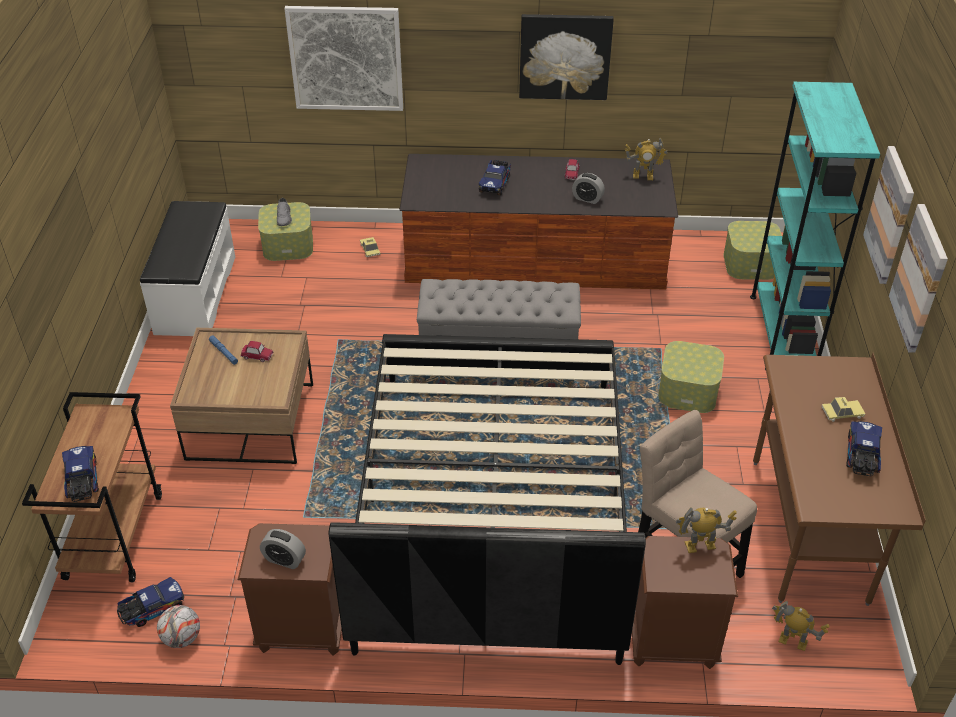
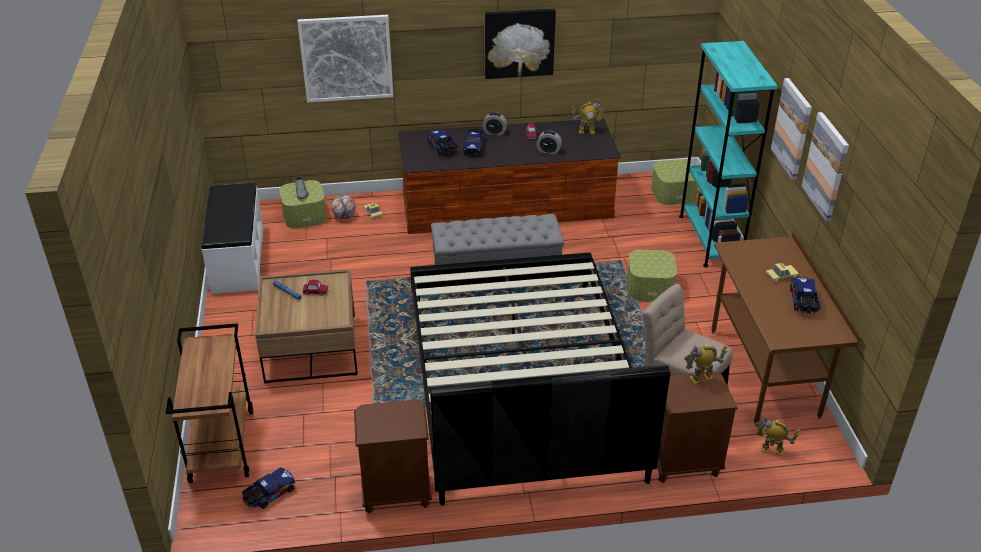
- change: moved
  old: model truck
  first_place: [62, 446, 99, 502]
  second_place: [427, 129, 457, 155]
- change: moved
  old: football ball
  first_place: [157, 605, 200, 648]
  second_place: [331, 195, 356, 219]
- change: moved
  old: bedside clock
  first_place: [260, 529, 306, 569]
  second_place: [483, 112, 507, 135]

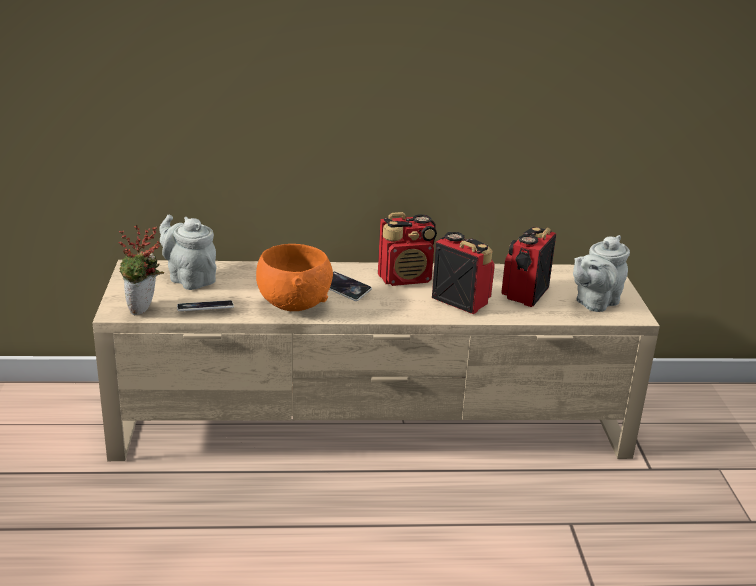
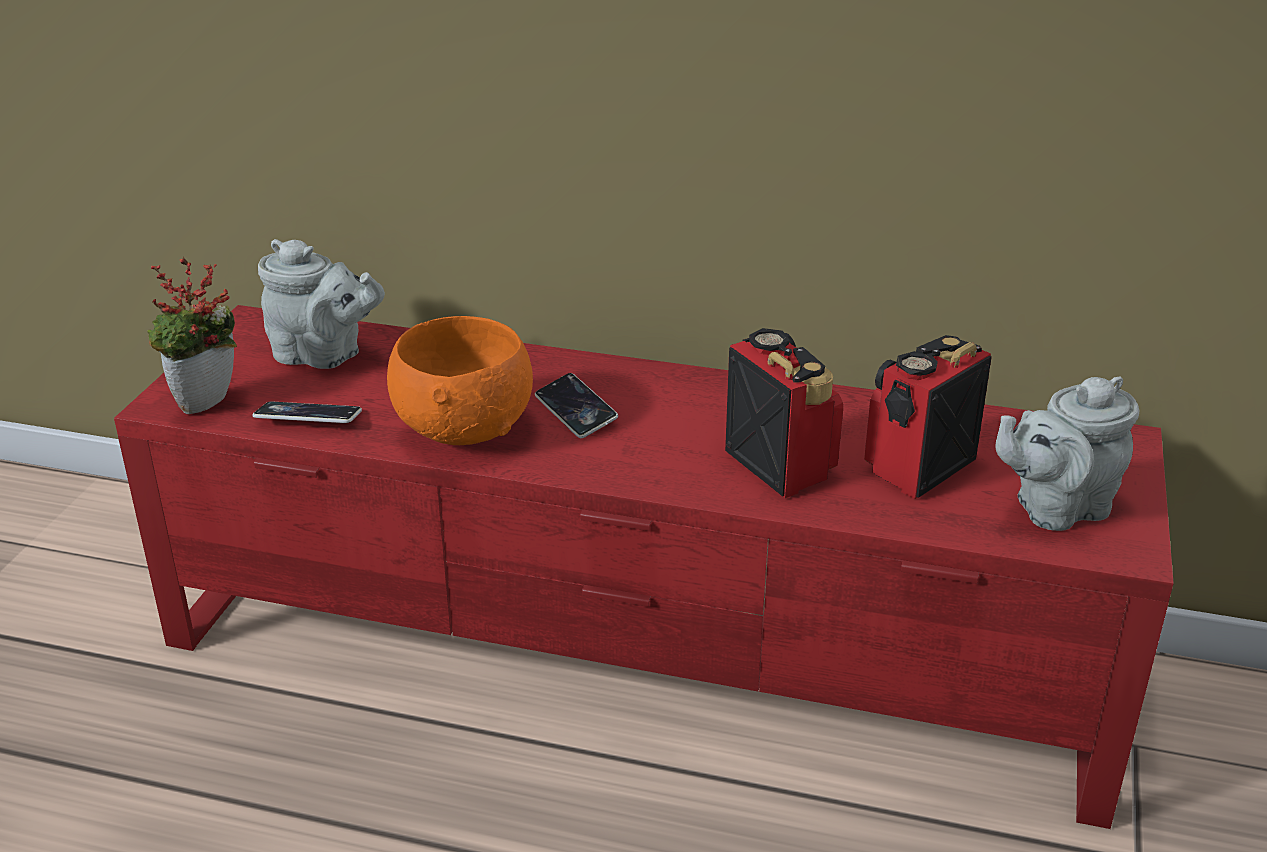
- change: recoloured
  old: sand-coloured media console
  new: reddish media console
  first_place: [92, 260, 660, 461]
  second_place: [114, 305, 1174, 829]
- change: turned
  old: gray pot for tea
  first_place: [159, 215, 217, 290]
  second_place: [258, 239, 385, 369]
  degrees: 135
- change: removed
  old: radio receiver
  first_place: [378, 212, 437, 286]

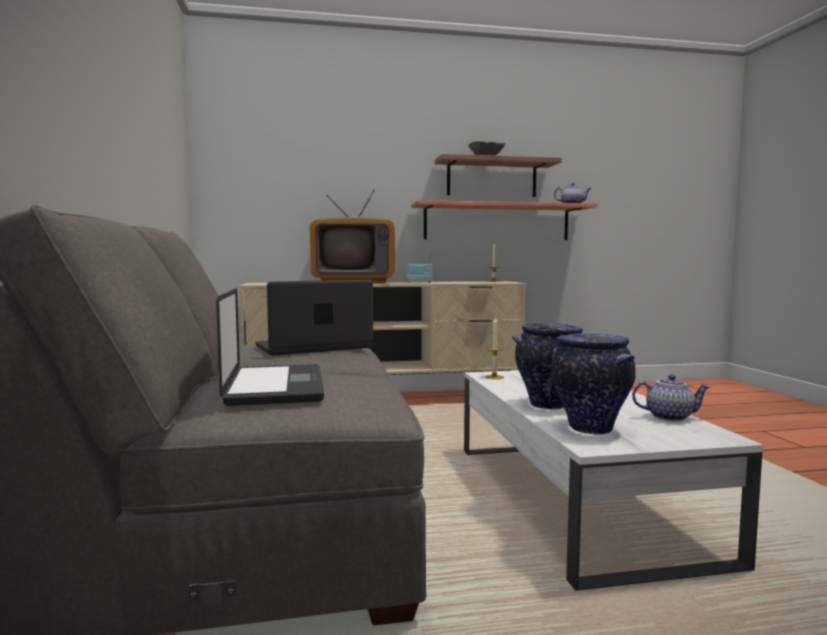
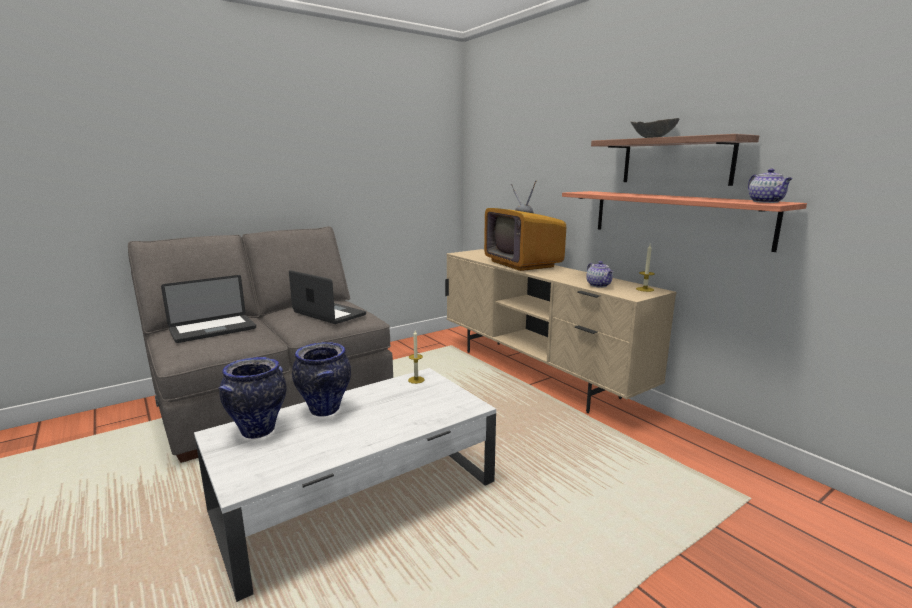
- change: removed
  old: radio receiver
  first_place: [406, 252, 433, 283]
- change: moved
  old: pot for tea
  first_place: [632, 374, 711, 421]
  second_place: [586, 261, 614, 288]

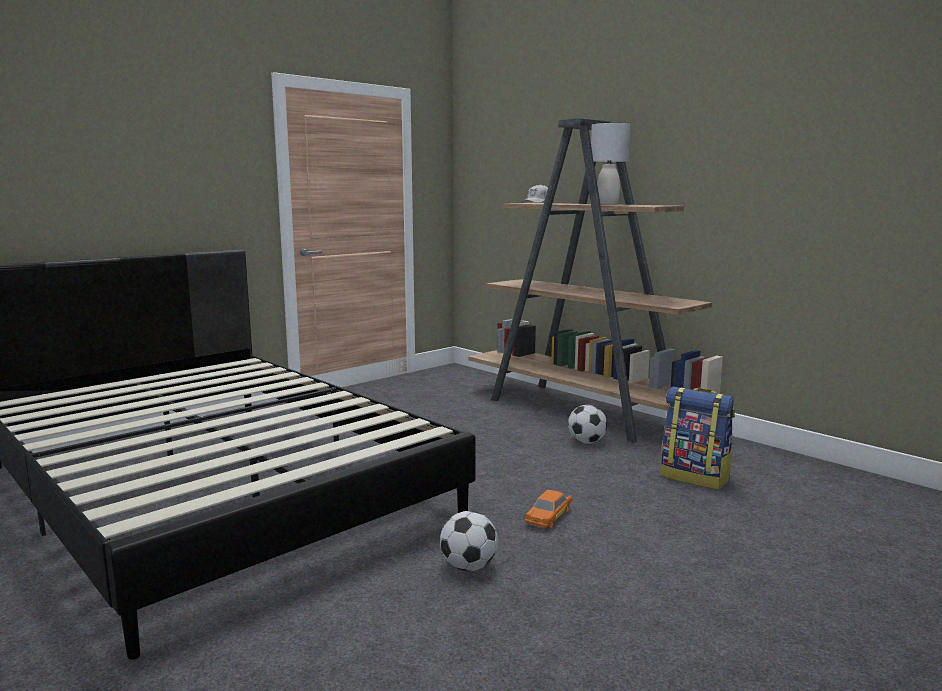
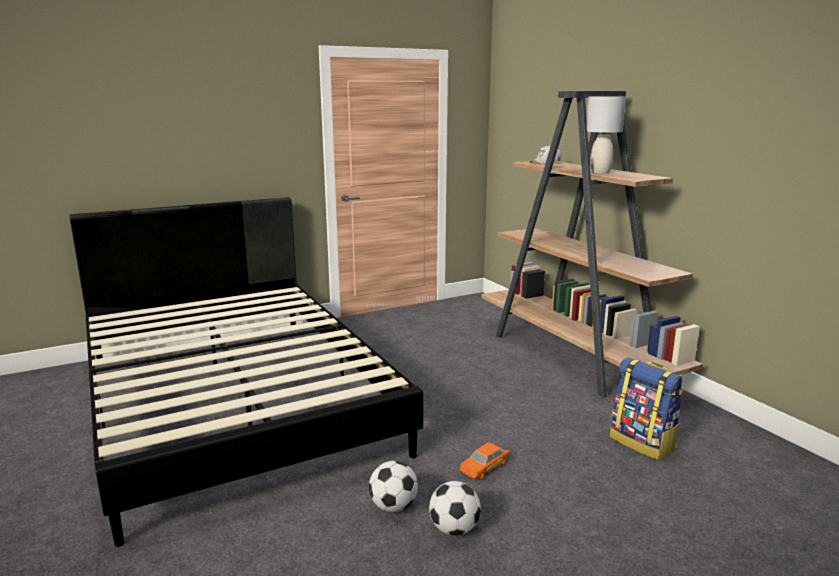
- change: moved
  old: football ball
  first_place: [568, 405, 607, 444]
  second_place: [429, 481, 481, 536]

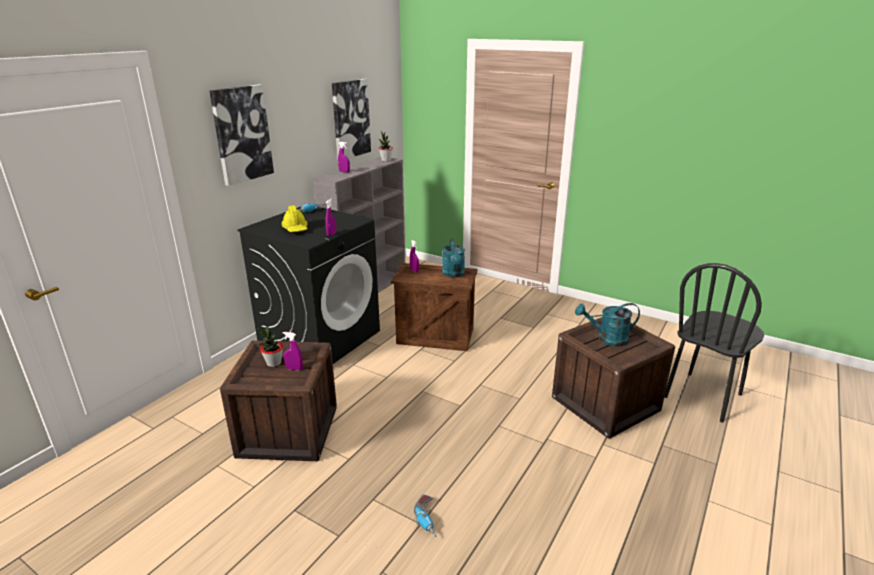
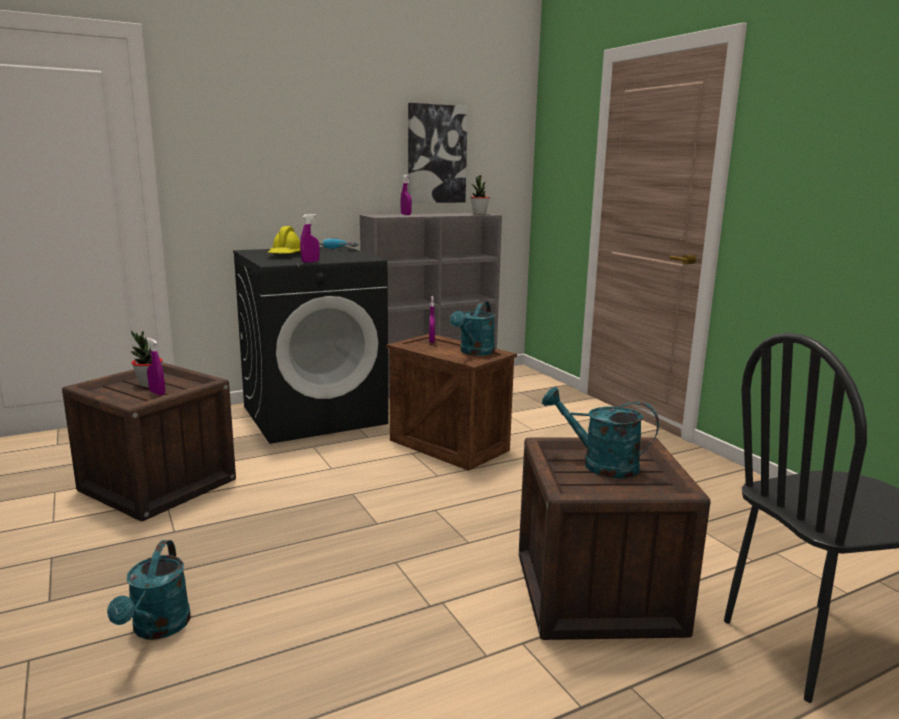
- change: removed
  old: wall picture
  first_place: [209, 84, 274, 186]
- change: replaced
  old: power drill
  new: turquoise-coloured watering can
  first_place: [414, 494, 436, 537]
  second_place: [107, 540, 191, 640]

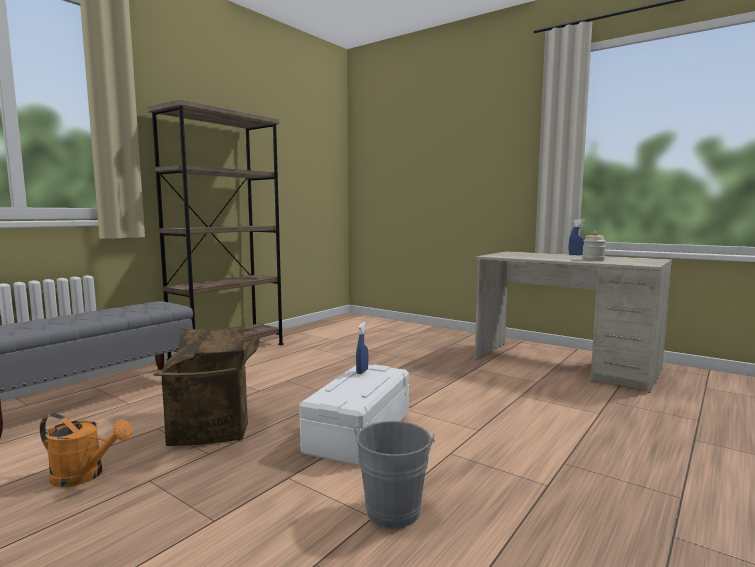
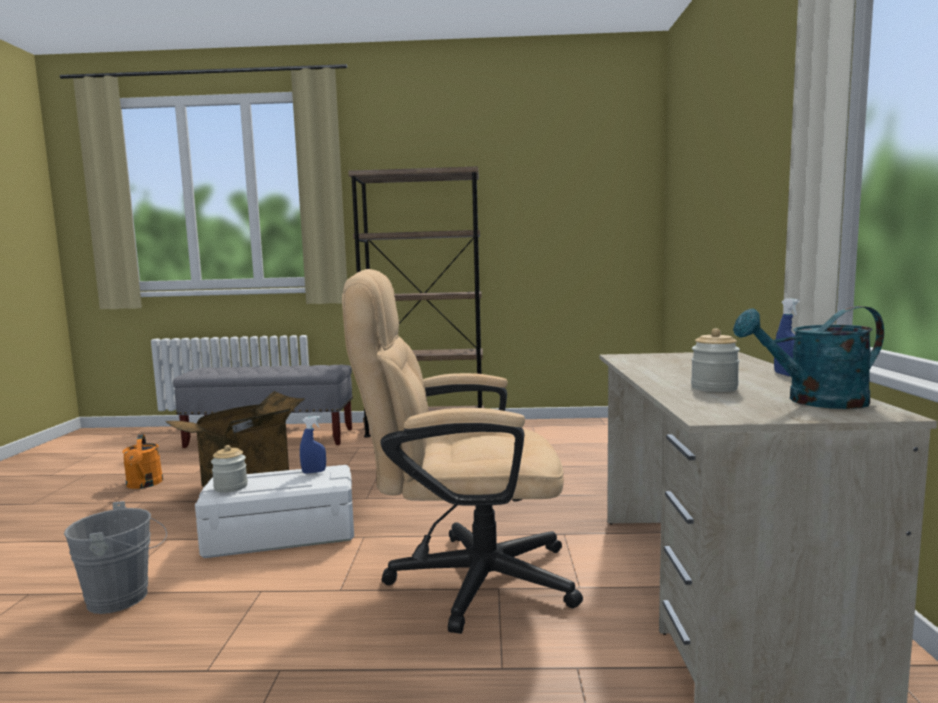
- change: added
  new: jar
  second_place: [211, 445, 248, 493]
- change: added
  new: sand-coloured computer chair
  second_place: [342, 269, 583, 634]
- change: added
  new: turquoise-coloured watering can
  second_place: [733, 306, 884, 409]

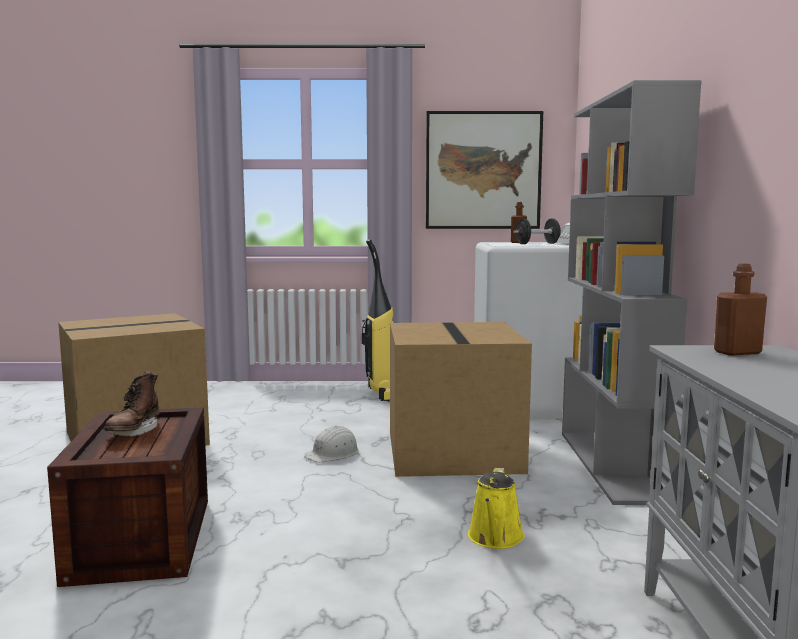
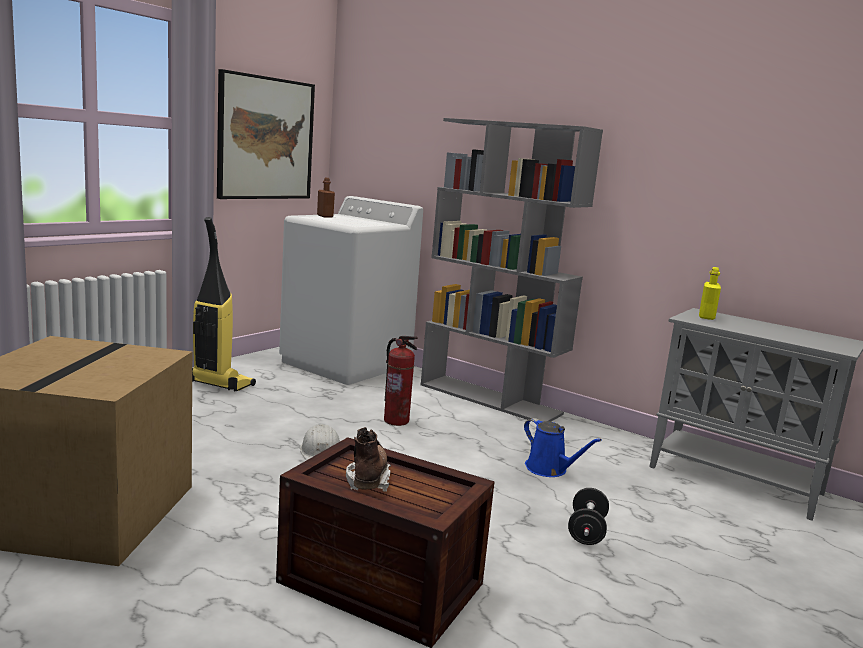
- change: turned
  old: brown-coloured high-top boot
  first_place: [105, 371, 160, 437]
  second_place: [346, 427, 391, 492]
  degrees: -135
- change: replaced
  old: cardboard box
  new: fire extinguisher
  first_place: [390, 322, 532, 477]
  second_place: [384, 336, 418, 426]
- change: recoloured
  old: yellow watering can
  new: blue-coloured watering can
  first_place: [468, 468, 525, 549]
  second_place: [524, 418, 602, 477]
- change: moved
  old: black-coloured dumbbell
  first_place: [514, 219, 561, 244]
  second_place: [568, 488, 609, 545]
- change: recoloured
  old: brown-coloured beverage bottle
  new: yellow beverage bottle
  first_place: [714, 263, 767, 356]
  second_place: [699, 267, 721, 320]

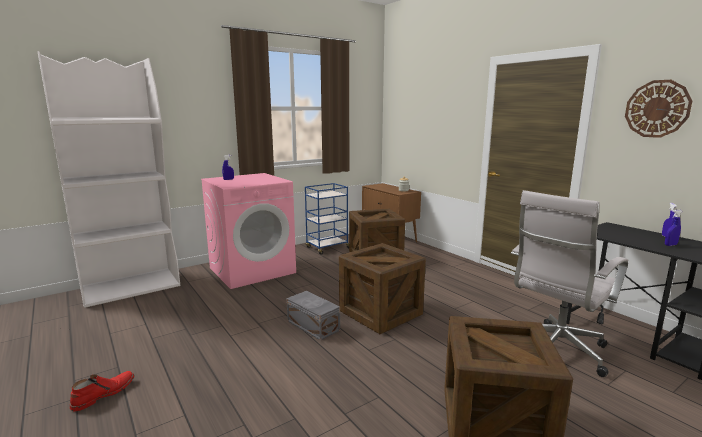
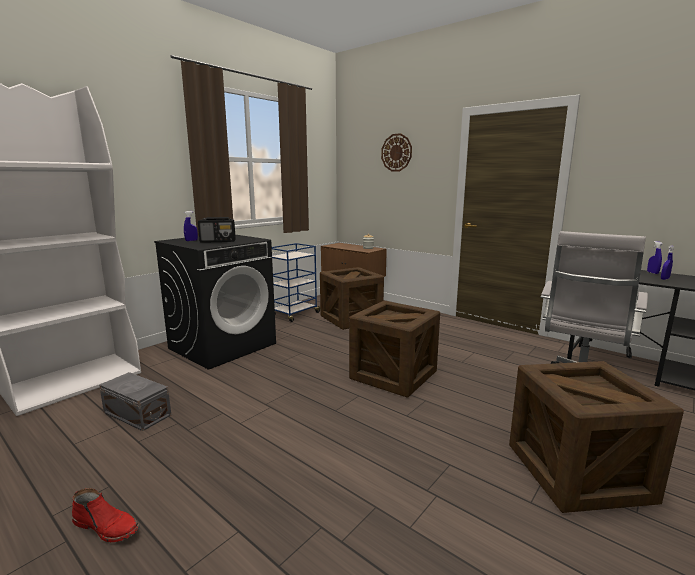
- change: turned
  old: reddish high-top boot
  first_place: [70, 371, 134, 412]
  second_place: [72, 488, 140, 542]
  degrees: 90
- change: recoloured
  old: pink laundry machine
  new: black-coloured laundry machine
  first_place: [201, 173, 296, 289]
  second_place: [154, 235, 276, 370]
- change: moved
  old: gray storage container
  first_place: [287, 291, 340, 341]
  second_place: [99, 372, 171, 431]
- change: moved
  old: hanging clock
  first_place: [625, 80, 692, 138]
  second_place: [381, 133, 412, 172]
- change: added
  new: radio receiver
  second_place: [198, 217, 236, 243]

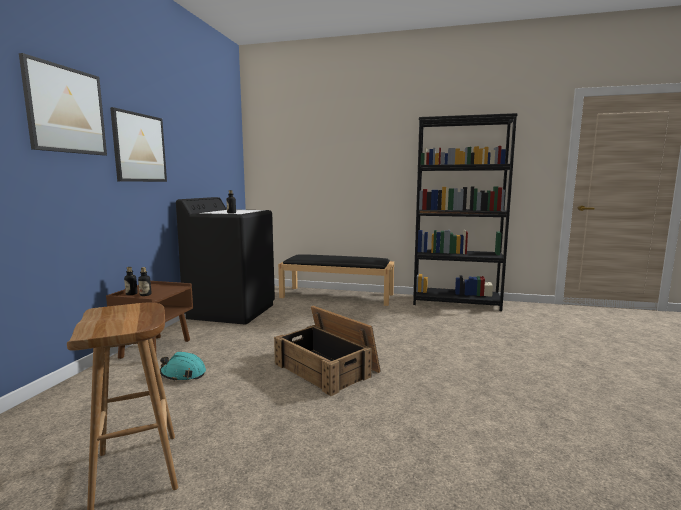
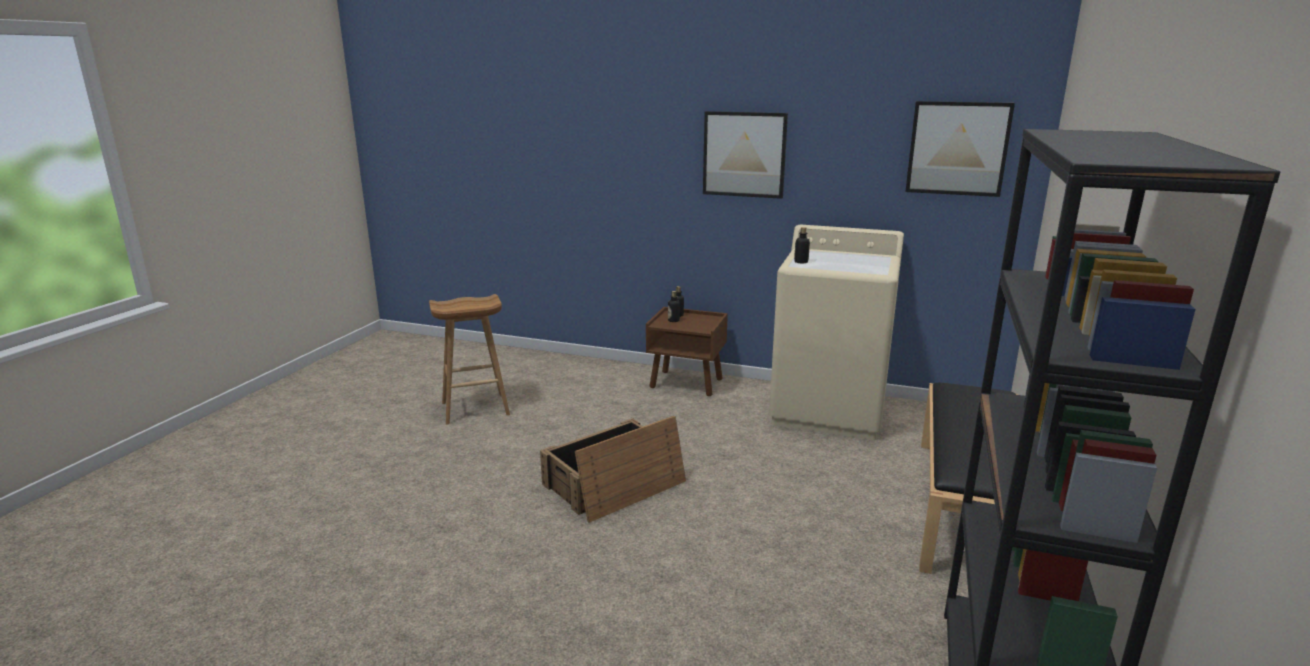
- change: moved
  old: wall picture
  first_place: [19, 53, 107, 155]
  second_place: [905, 101, 1015, 197]
- change: removed
  old: turquoise-coloured hard hat
  first_place: [160, 352, 206, 382]
- change: recoloured
  old: black-coloured laundry machine
  new: sand-coloured laundry machine
  first_place: [176, 197, 275, 324]
  second_place: [769, 224, 904, 440]

